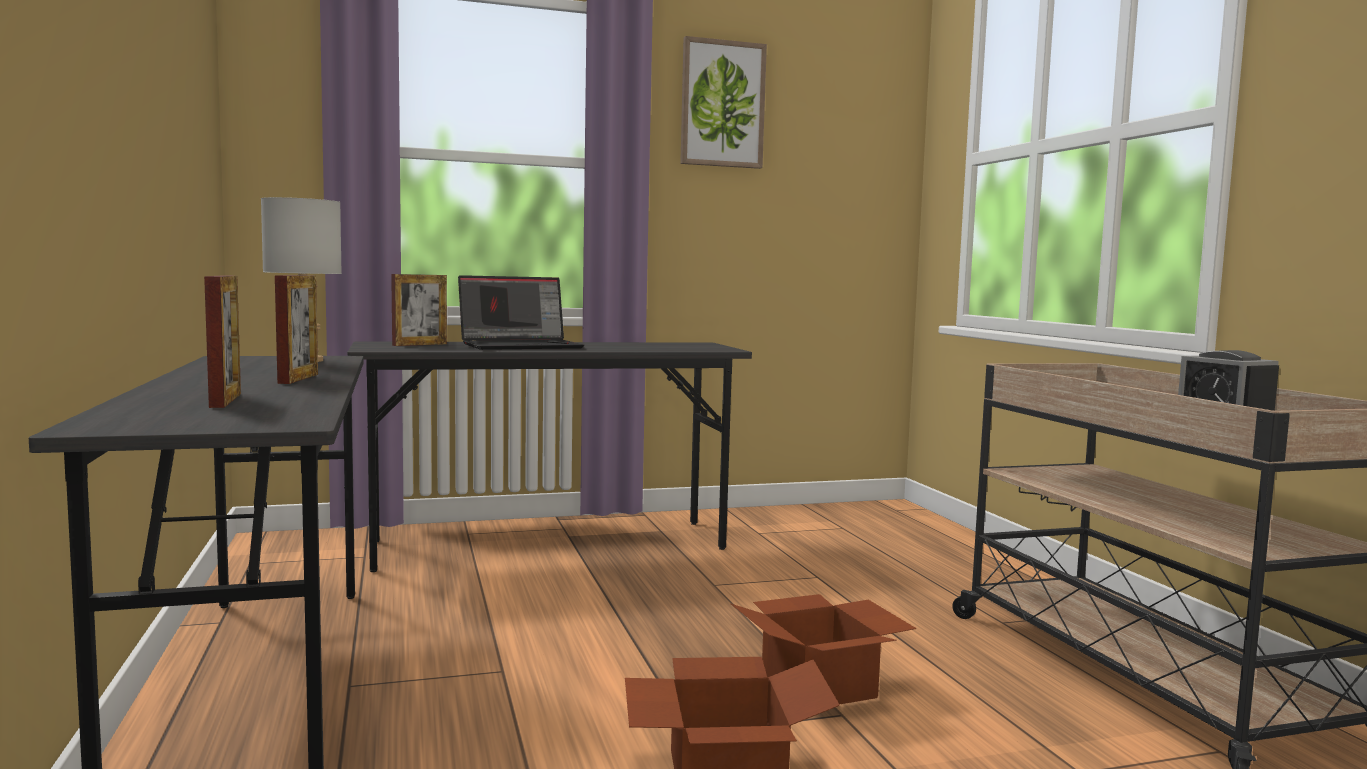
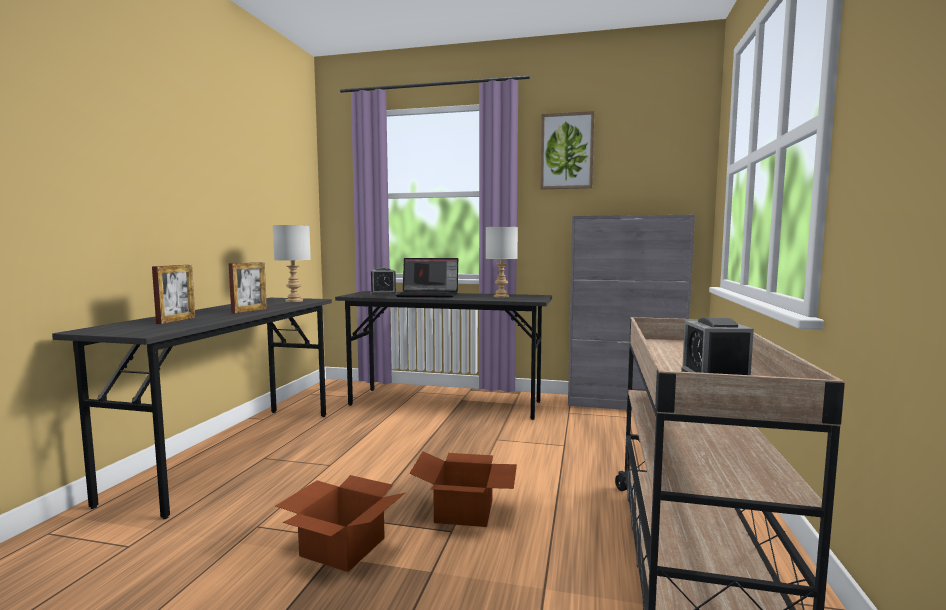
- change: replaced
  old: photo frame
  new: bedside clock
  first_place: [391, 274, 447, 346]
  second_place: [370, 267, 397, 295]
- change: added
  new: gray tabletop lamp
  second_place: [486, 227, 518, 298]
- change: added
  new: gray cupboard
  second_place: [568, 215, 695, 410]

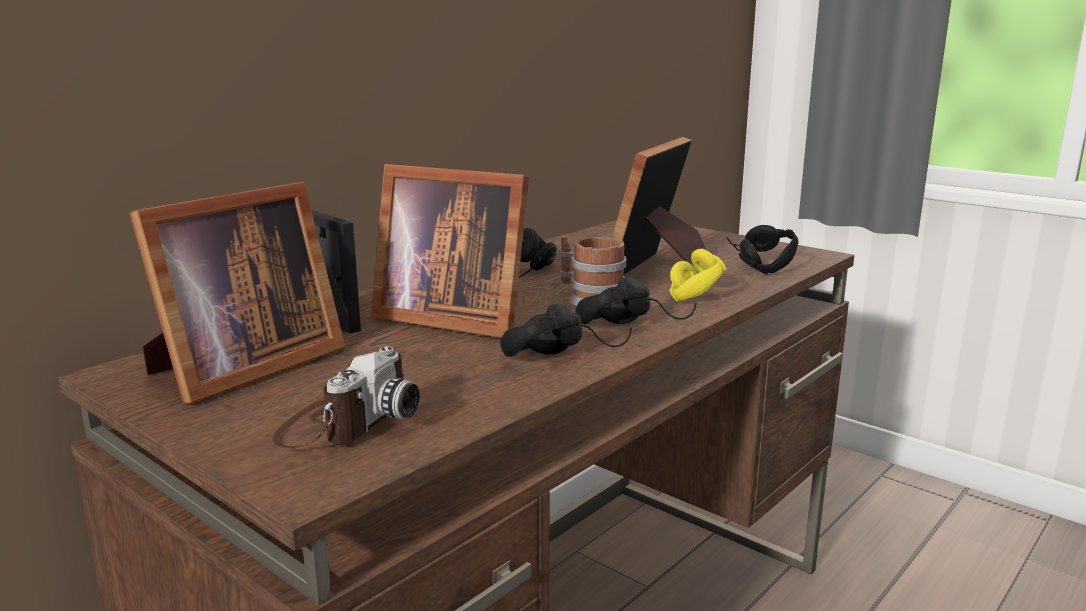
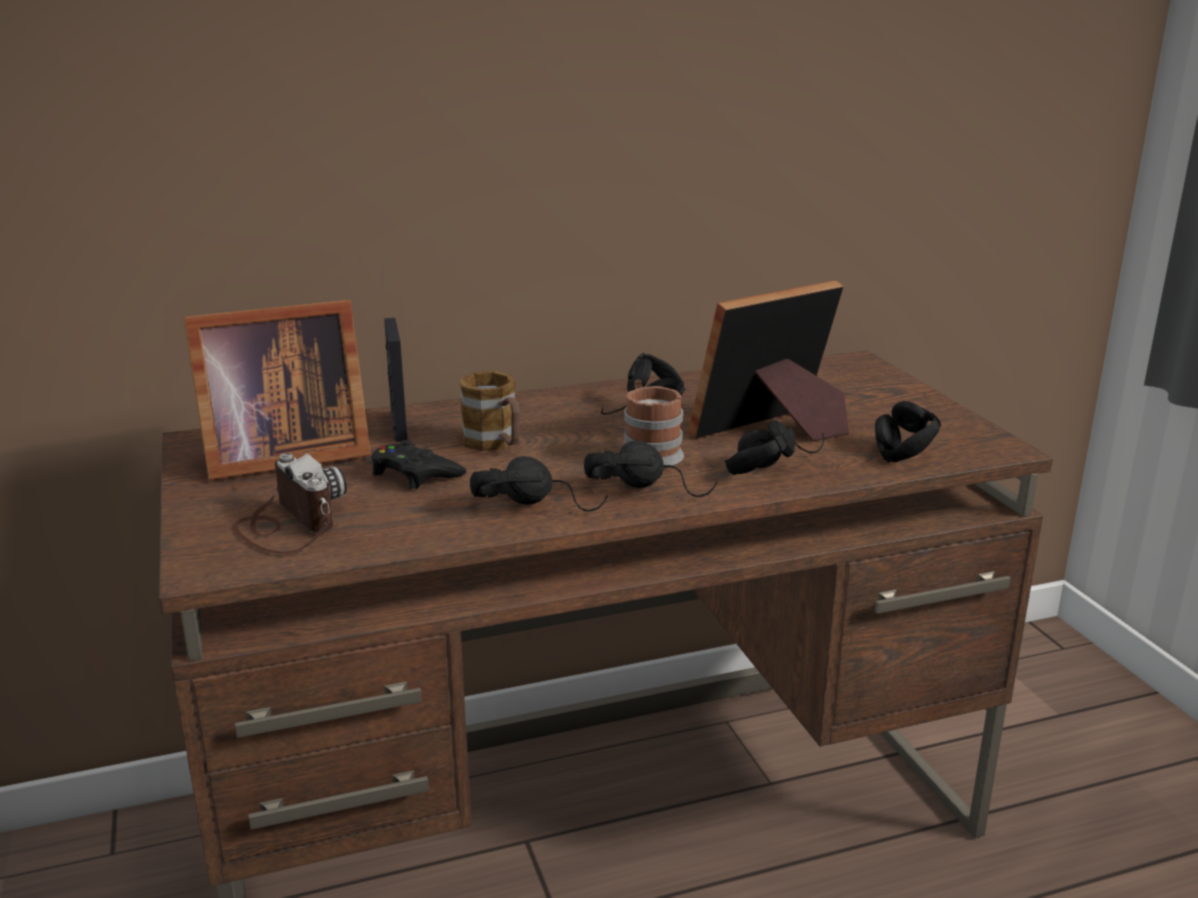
- change: turned
  old: still camera
  first_place: [272, 346, 420, 449]
  second_place: [233, 453, 347, 553]
  degrees: -90
- change: replaced
  old: photo frame
  new: coffee mug
  first_place: [371, 164, 529, 338]
  second_place: [459, 371, 520, 451]
- change: recoloured
  old: yellow headset
  new: black-coloured headset
  first_place: [669, 249, 727, 301]
  second_place: [725, 420, 824, 475]
- change: added
  new: black-coloured game controller
  second_place: [371, 440, 466, 490]

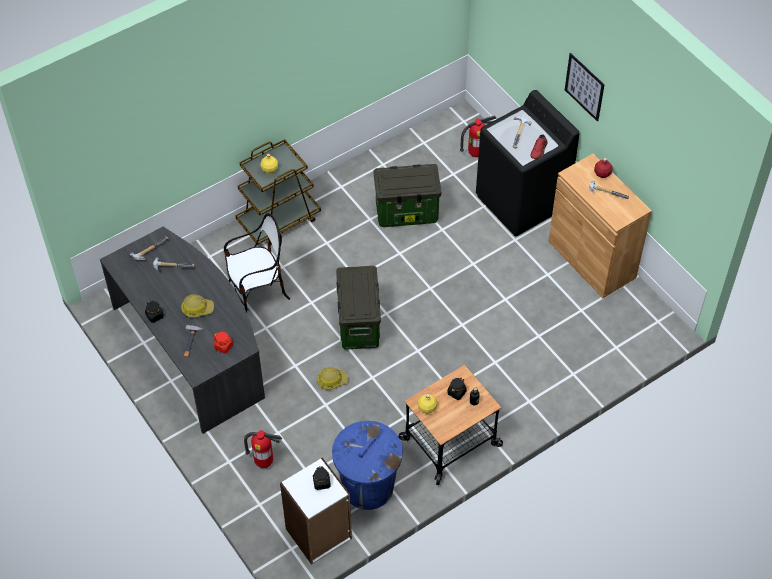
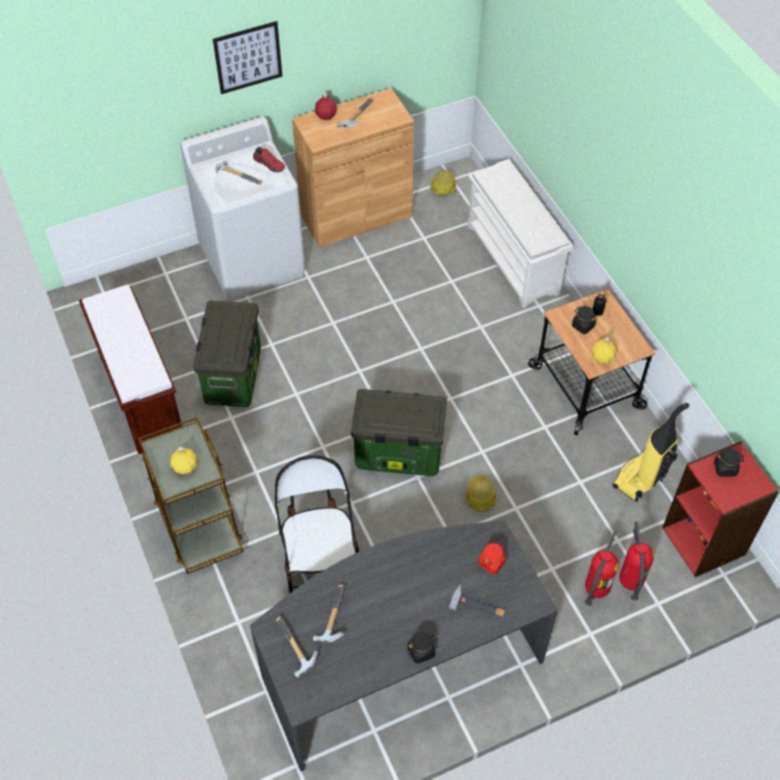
- change: moved
  old: hard hat
  first_place: [181, 295, 214, 317]
  second_place: [430, 170, 456, 196]
- change: recoloured
  old: white bookcase
  new: reddish bookcase
  first_place: [280, 457, 352, 565]
  second_place: [662, 441, 779, 577]
- change: replaced
  old: blue-coloured trash can
  new: vacuum
  first_place: [332, 421, 403, 510]
  second_place: [613, 403, 689, 502]
- change: moved
  old: fire extinguisher
  first_place: [460, 115, 496, 157]
  second_place: [619, 522, 654, 600]
- change: recoloured
  old: black-coloured laundry machine
  new: white laundry machine
  first_place: [476, 90, 580, 236]
  second_place: [180, 117, 305, 301]
- change: added
  new: brown-coloured long seat
  second_place: [79, 284, 182, 454]
- change: added
  new: white shoe shelf
  second_place: [468, 159, 573, 308]

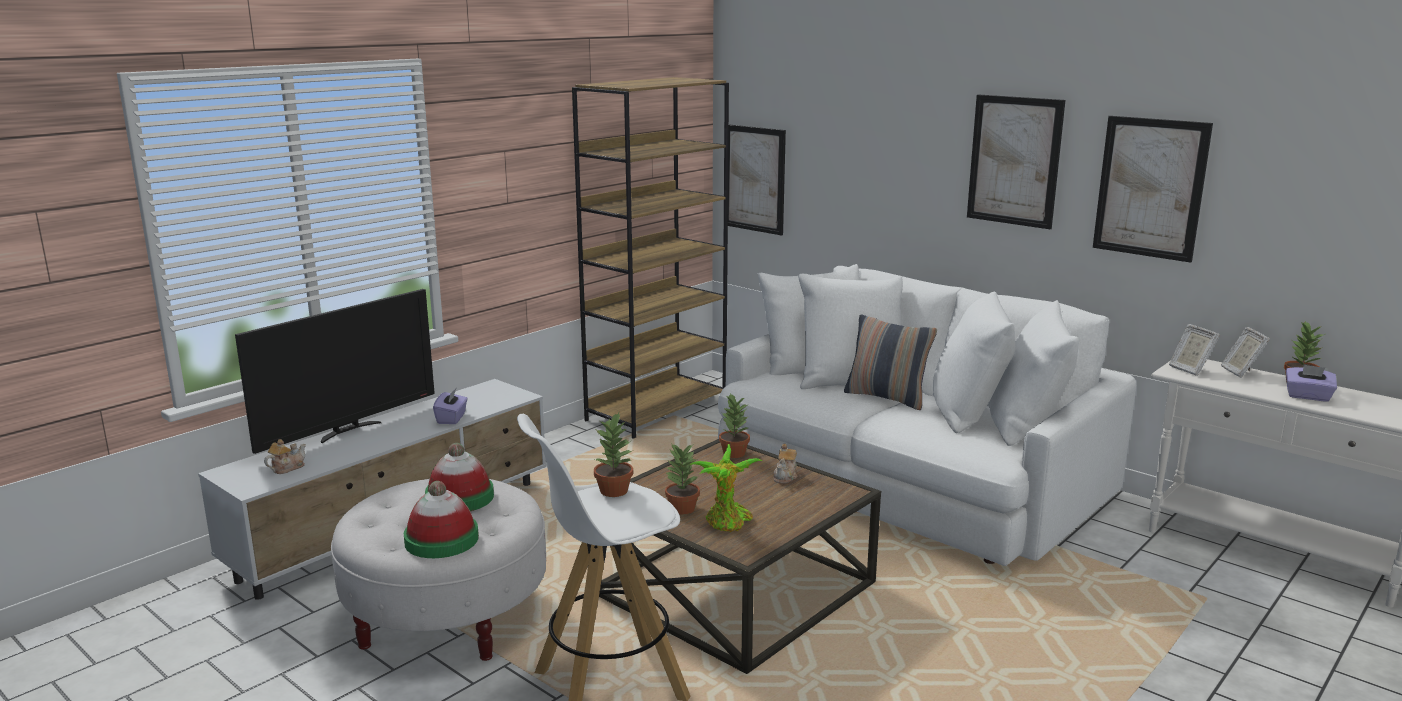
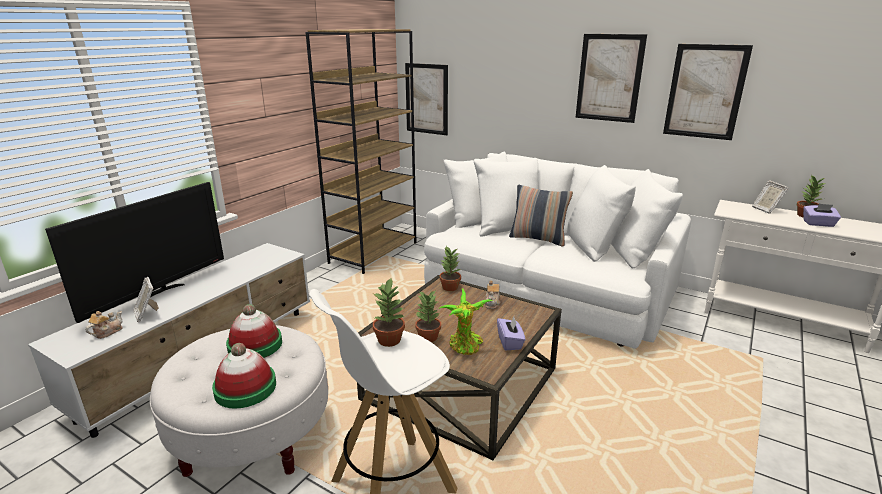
- change: moved
  old: purple tissue box
  first_place: [433, 389, 468, 424]
  second_place: [497, 317, 525, 350]
- change: moved
  old: photo frame
  first_place: [1169, 324, 1220, 376]
  second_place: [133, 277, 159, 323]

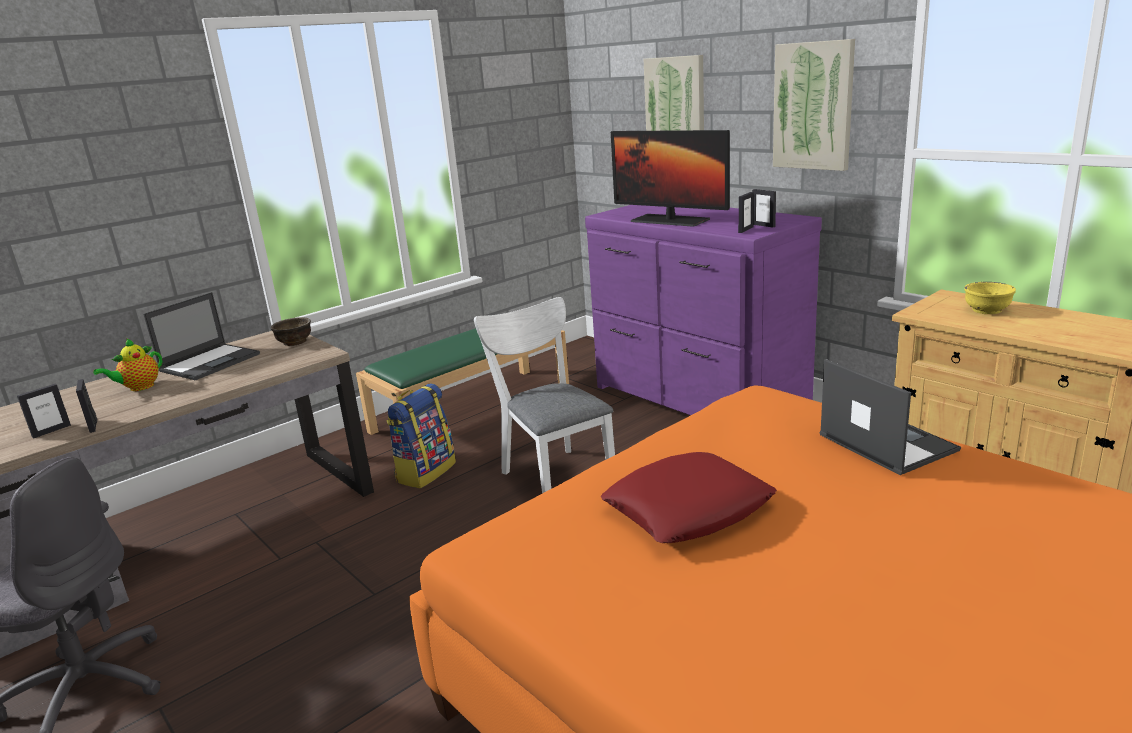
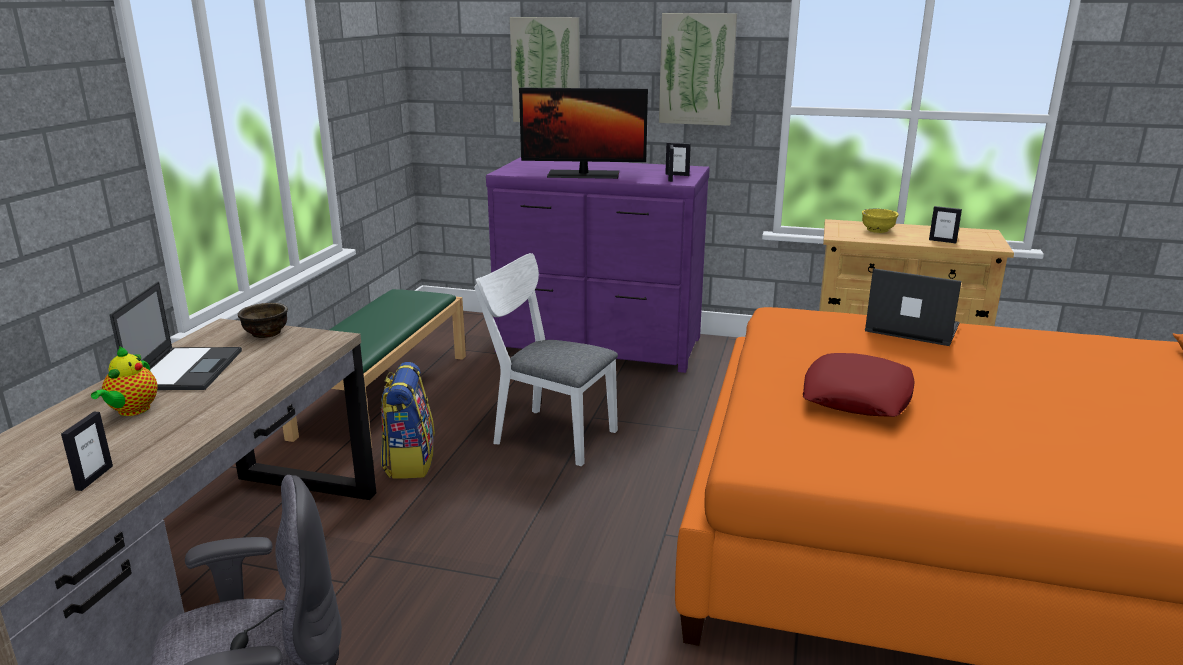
- change: moved
  old: photo frame
  first_place: [76, 379, 97, 433]
  second_place: [929, 206, 962, 243]

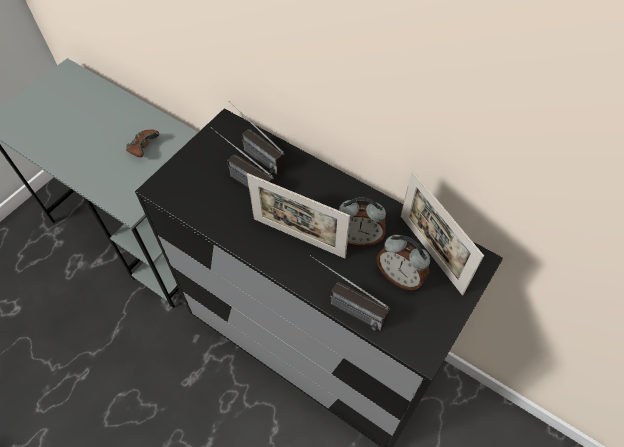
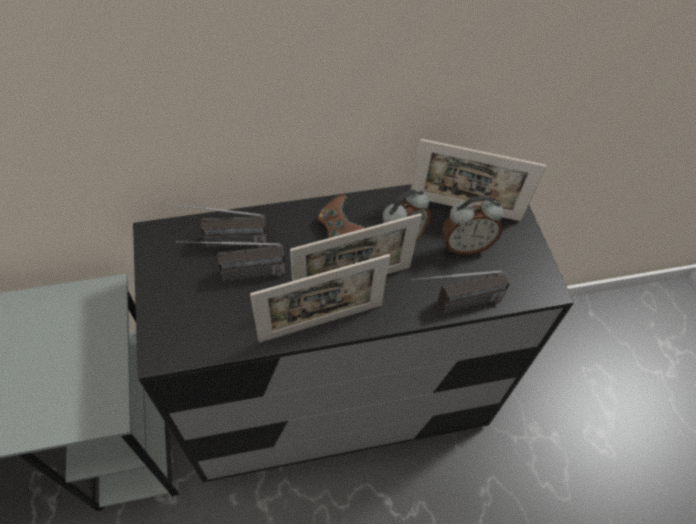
- change: moved
  old: brown-coloured game controller
  first_place: [126, 130, 159, 157]
  second_place: [318, 195, 365, 238]
- change: added
  new: photo frame
  second_place: [250, 254, 390, 342]

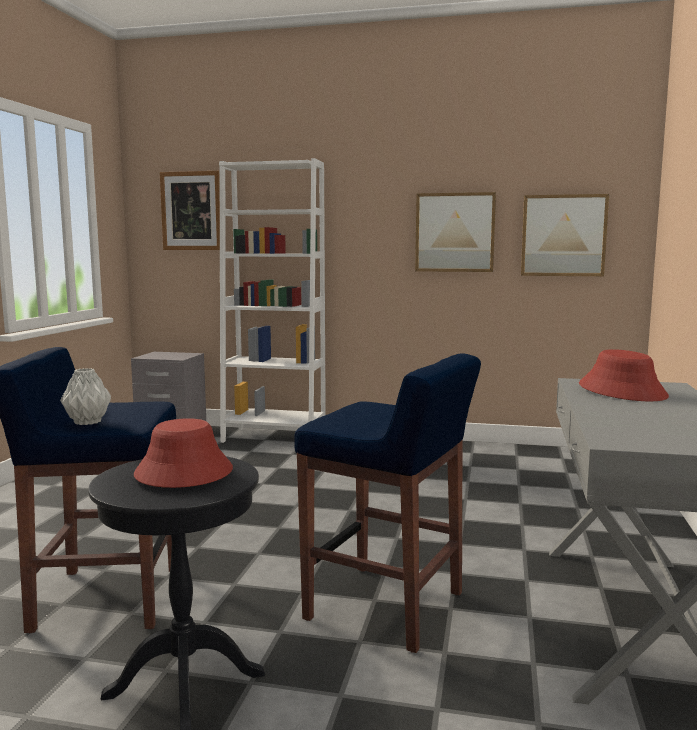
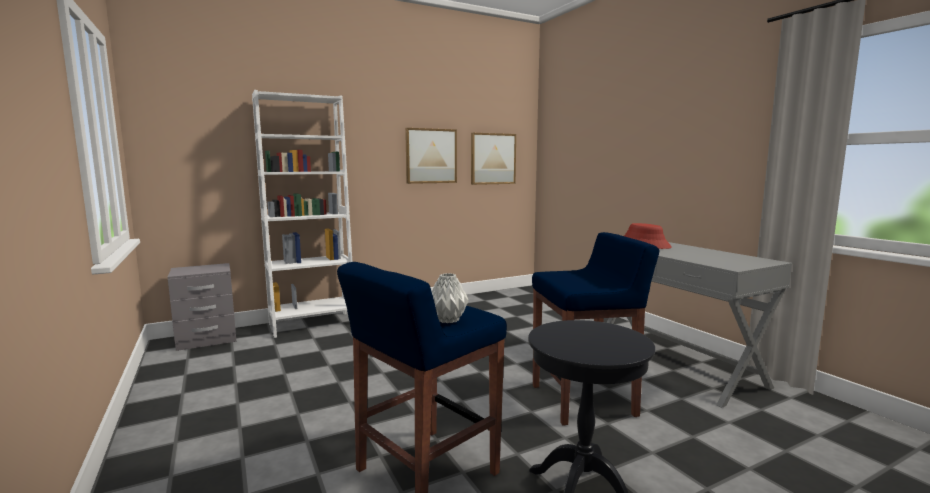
- change: removed
  old: reddish hat
  first_place: [134, 418, 233, 488]
- change: removed
  old: wall picture
  first_place: [160, 171, 220, 250]

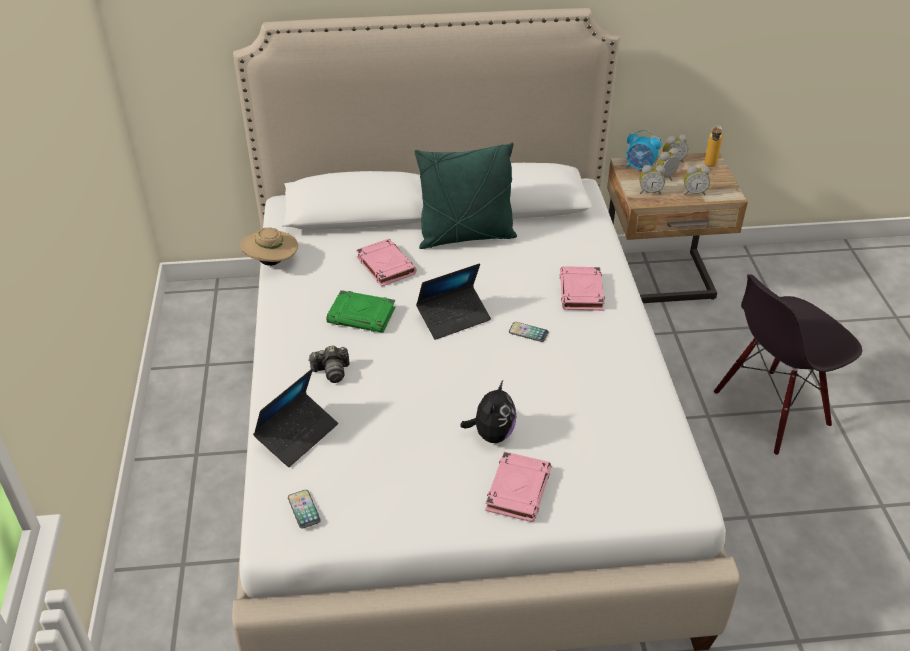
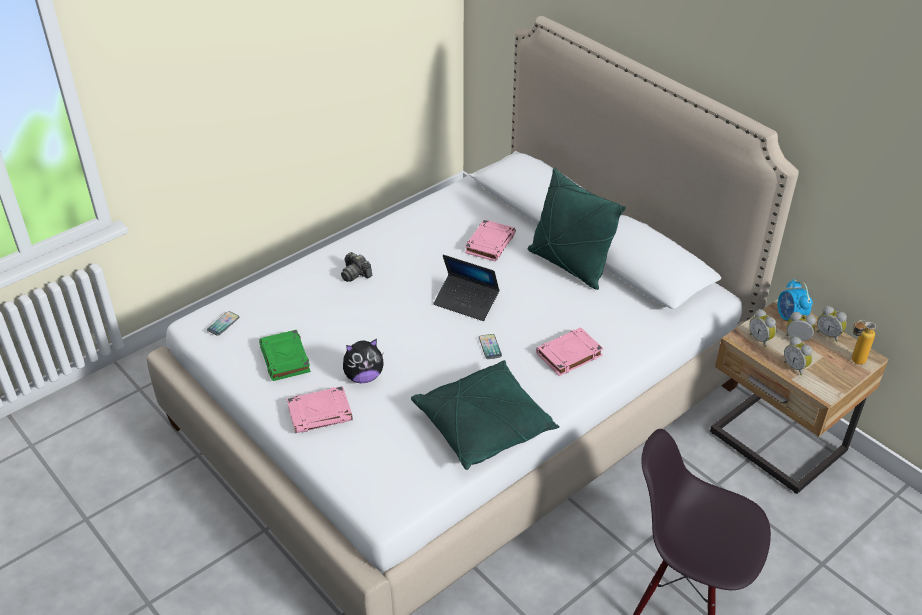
- change: removed
  old: sand-coloured hat
  first_place: [241, 228, 298, 266]
- change: removed
  old: laptop
  first_place: [253, 369, 338, 467]
- change: moved
  old: green-coloured volume
  first_place: [327, 290, 395, 333]
  second_place: [259, 330, 311, 381]
- change: added
  new: green-coloured cushion
  second_place: [411, 360, 560, 470]

